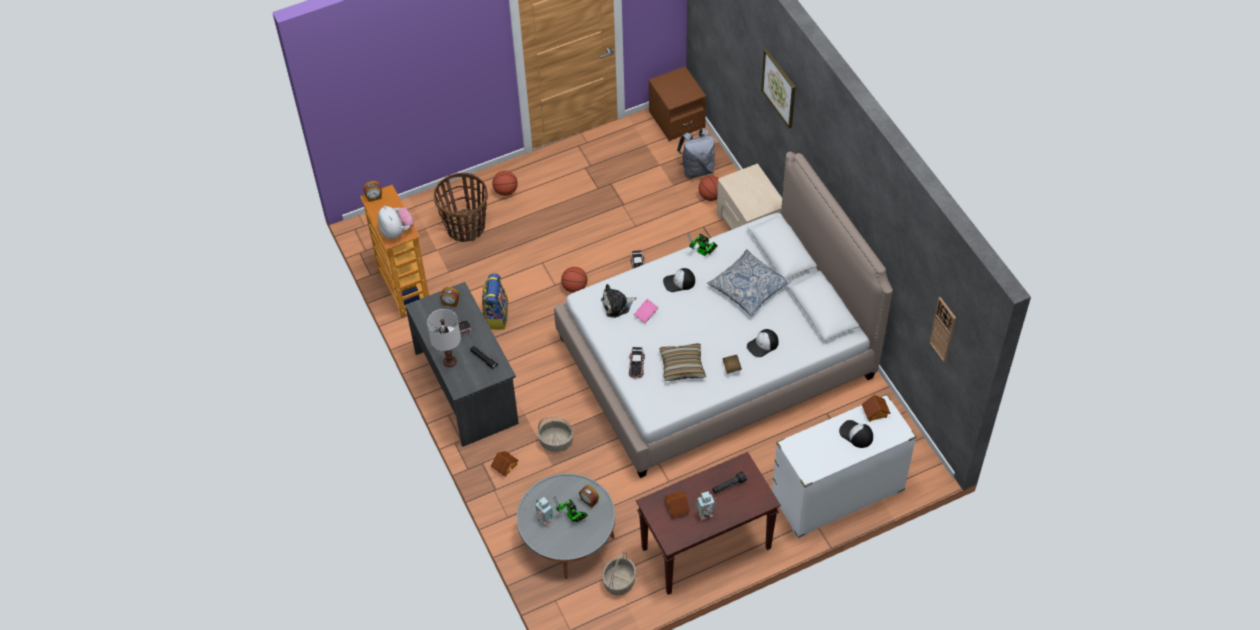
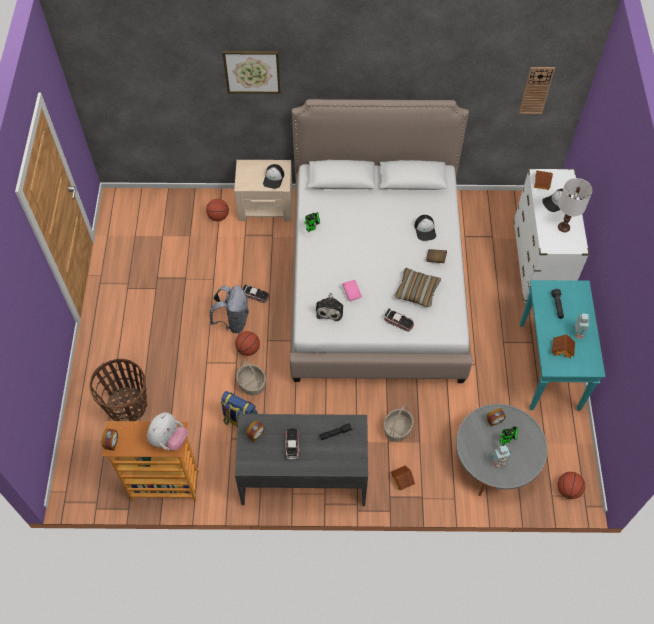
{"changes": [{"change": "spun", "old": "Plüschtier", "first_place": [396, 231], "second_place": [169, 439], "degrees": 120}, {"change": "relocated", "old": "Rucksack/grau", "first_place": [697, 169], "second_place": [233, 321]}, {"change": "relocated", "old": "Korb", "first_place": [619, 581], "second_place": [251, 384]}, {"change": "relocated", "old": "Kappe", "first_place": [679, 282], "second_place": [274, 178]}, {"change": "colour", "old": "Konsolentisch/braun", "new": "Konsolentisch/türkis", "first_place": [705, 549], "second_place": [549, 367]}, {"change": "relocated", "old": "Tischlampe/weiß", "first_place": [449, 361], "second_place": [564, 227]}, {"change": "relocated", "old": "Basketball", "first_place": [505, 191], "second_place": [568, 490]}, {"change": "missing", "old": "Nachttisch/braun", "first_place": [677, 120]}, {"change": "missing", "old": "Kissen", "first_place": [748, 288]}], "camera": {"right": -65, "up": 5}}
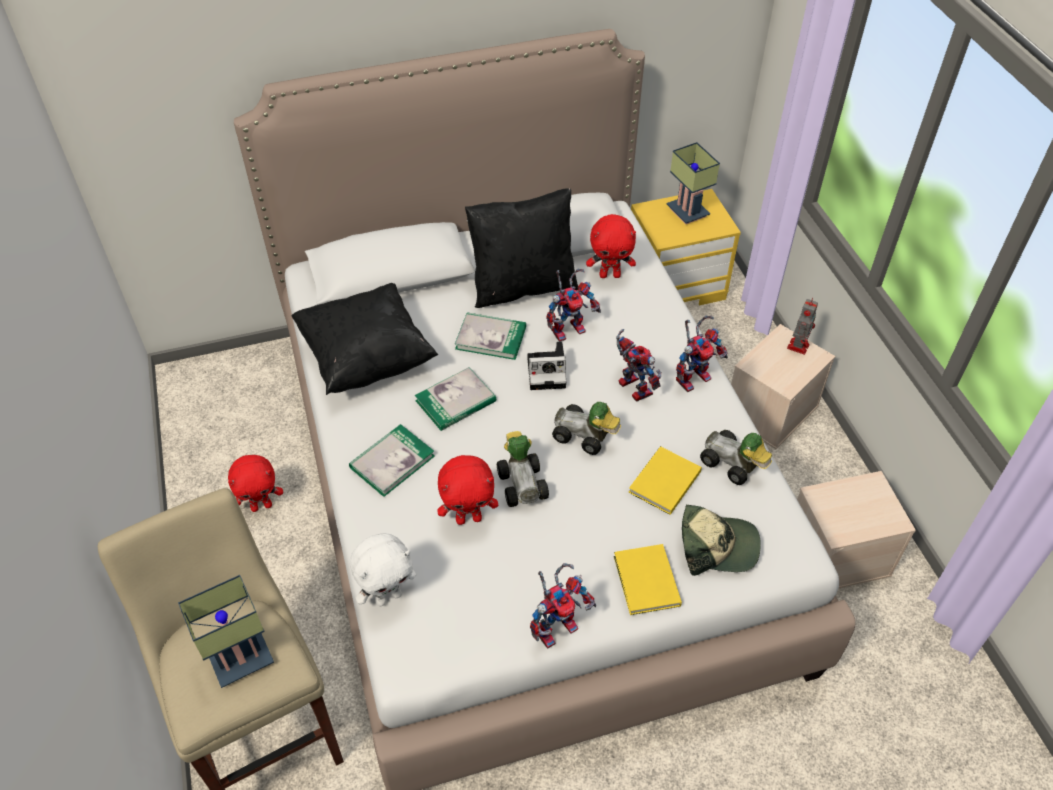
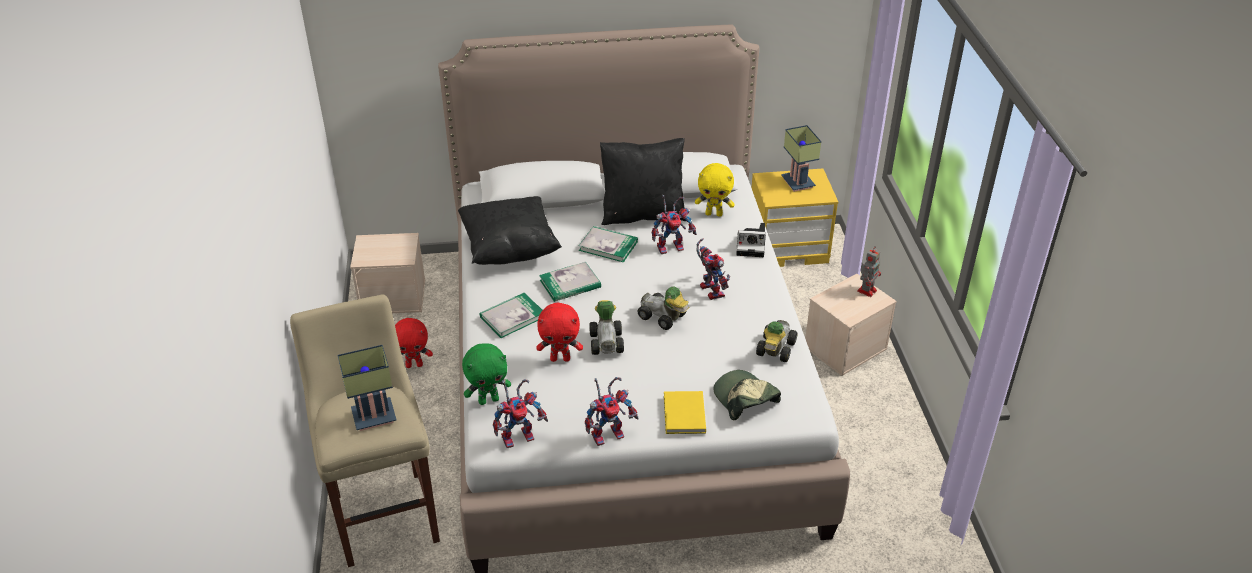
{"changes": [{"change": "relocated", "old": "Aufbewahrungsbox/beige", "first_place": [837, 554], "second_place": [394, 296]}, {"change": "colour", "old": "Plüschtier/weiß", "new": "Plüschtier/grün", "first_place": [388, 596], "second_place": [489, 400]}, {"change": "relocated", "old": "Spielzeugroboter", "first_place": [694, 376], "second_place": [519, 435]}, {"change": "colour", "old": "Plüschtier/rot", "new": "Plüschtier/gelb", "first_place": [610, 275], "second_place": [714, 214]}, {"change": "spun", "old": "Kappe", "first_place": [716, 546], "second_place": [745, 399], "degrees": -135}, {"change": "relocated", "old": "Kamera", "first_place": [548, 371], "second_place": [752, 246]}, {"change": "spun", "old": "Spielzeugauto", "first_place": [733, 465], "second_place": [774, 350], "degrees": 60}, {"change": "missing", "old": "Buch/gelb", "first_place": [663, 483]}], "camera": {"right": 10, "up": -10}}
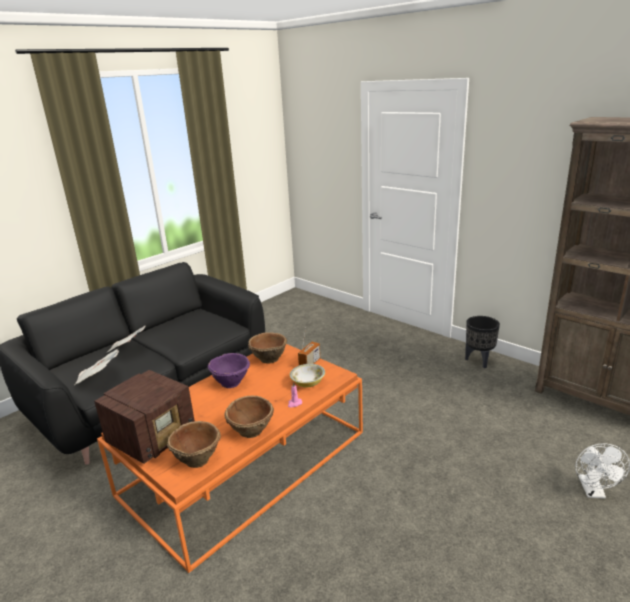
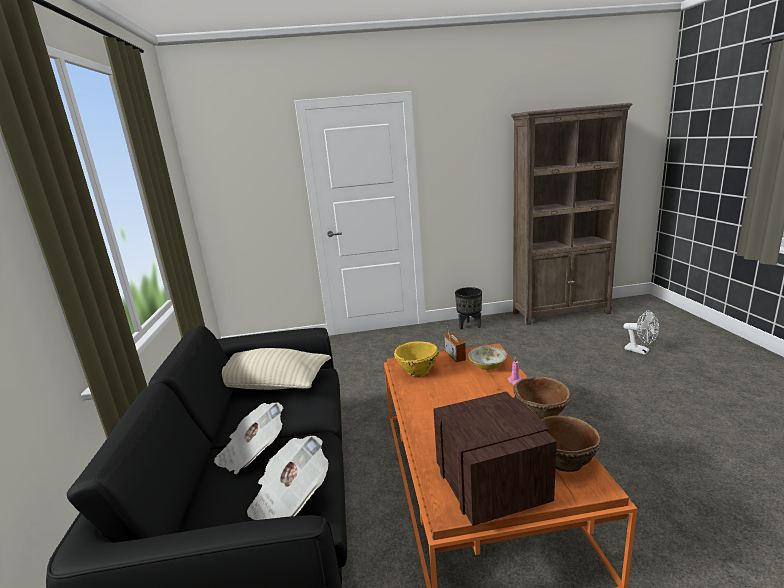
{"changes": [{"change": "appeared", "new": "Kissen/beige", "second_place": [271, 384]}, {"change": "colour", "old": "Schüssel/braun", "new": "Schüssel/gelb", "first_place": [268, 359], "second_place": [417, 372]}, {"change": "missing", "old": "Schüssel/lila", "first_place": [231, 382]}], "camera": {"right": -50, "up": -5}}
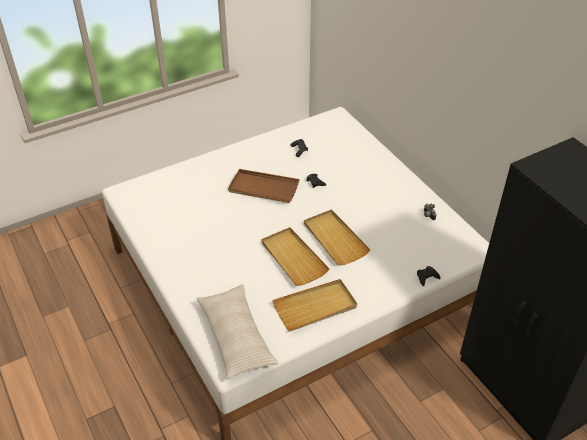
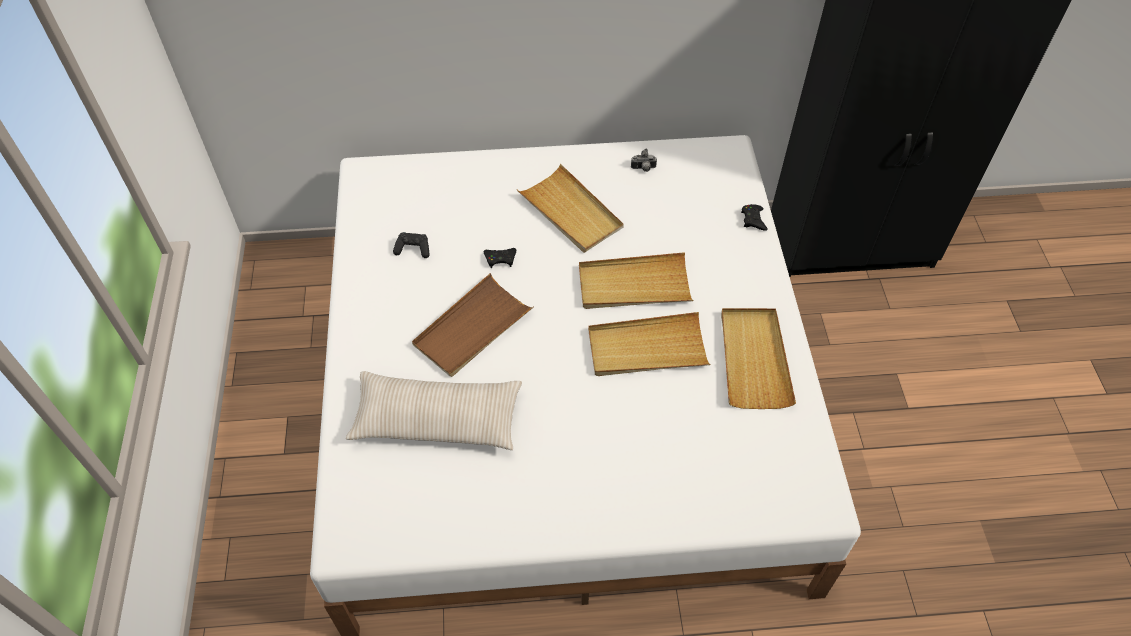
{"changes": [{"change": "relocated", "old": "Kissen/beige", "first_place": [236, 337], "second_place": [437, 419]}, {"change": "appeared", "new": "Tablett/beige", "second_place": [571, 212]}], "camera": {"right": -65, "up": 10}}
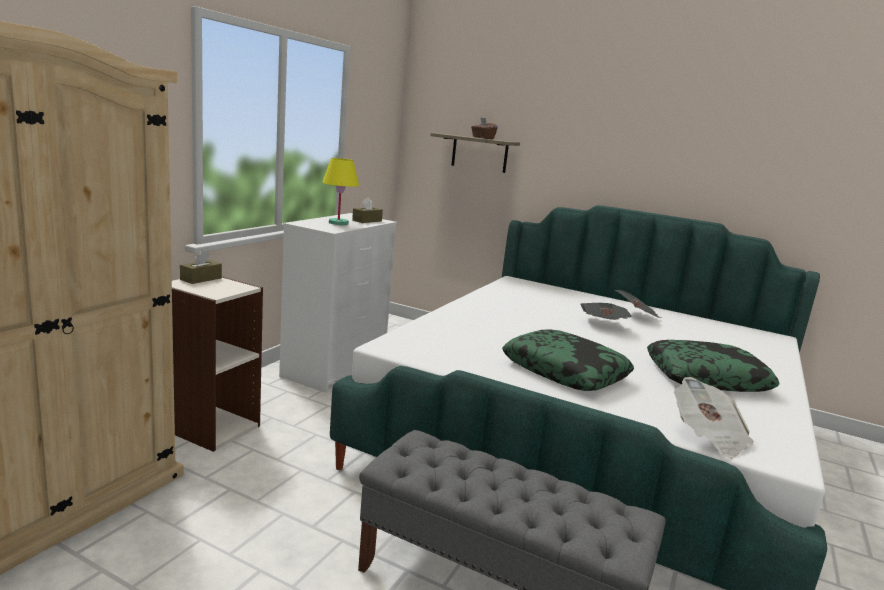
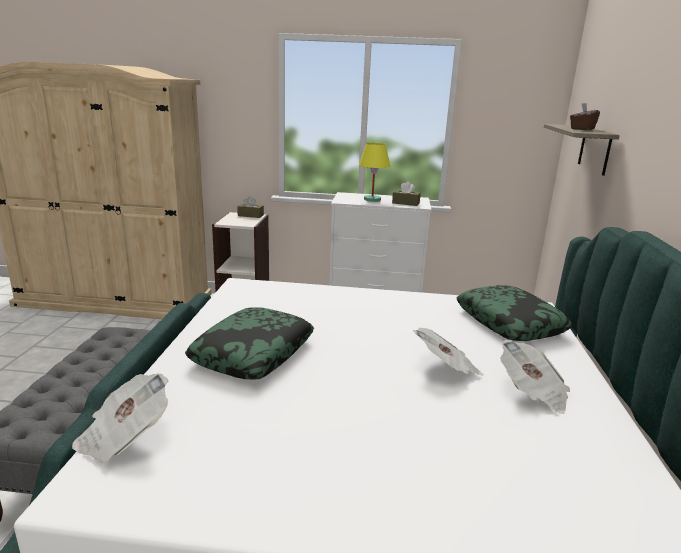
{"changes": [{"change": "relocated", "old": "Kissen", "first_place": [706, 377], "second_place": [510, 322]}], "camera": {"right": 70, "up": 5}}
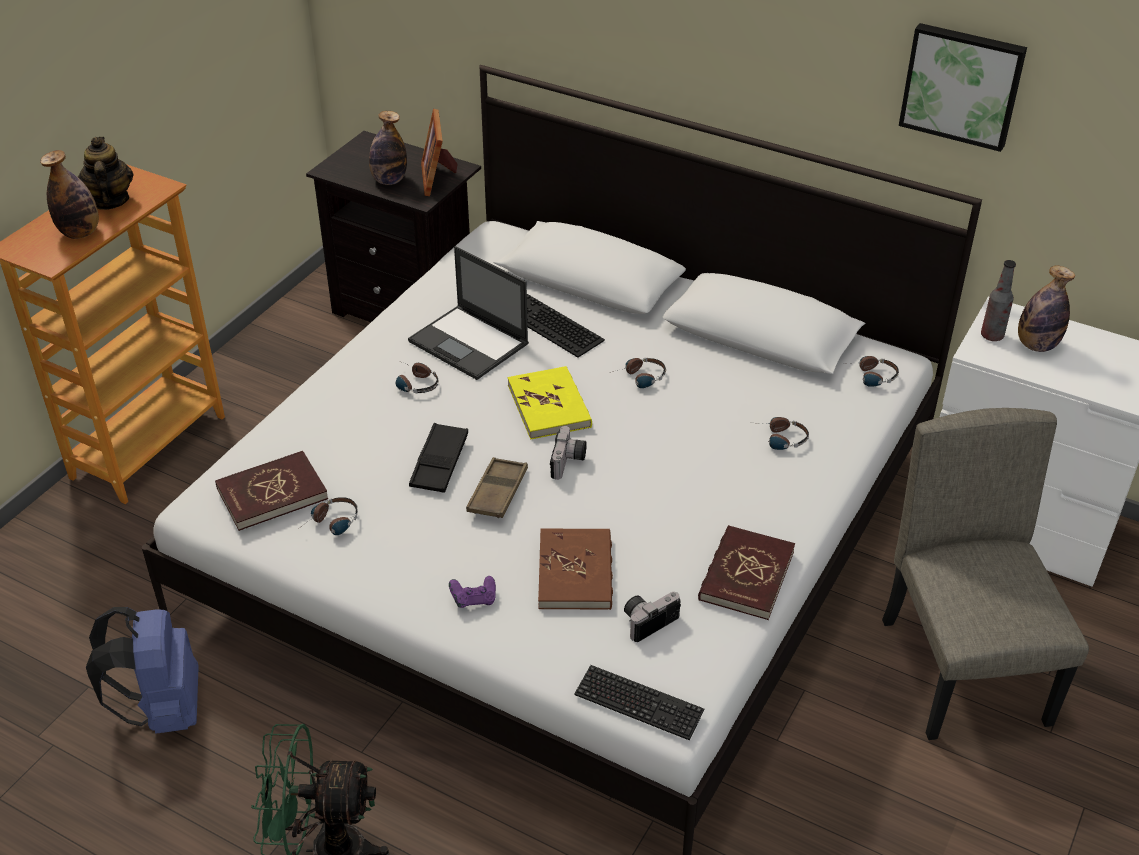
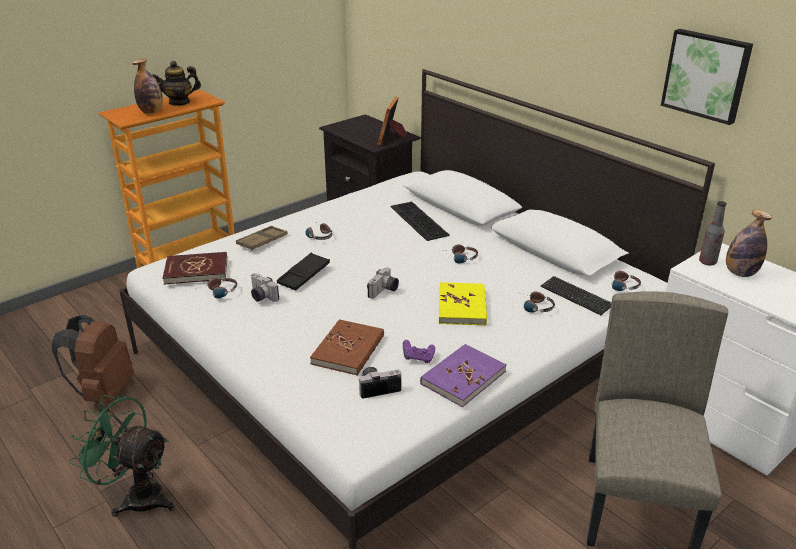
{"changes": [{"change": "colour", "old": "Rucksack/blau", "new": "Rucksack/braun", "first_place": [163, 709], "second_place": [103, 392]}, {"change": "spun", "old": "Teekanne", "first_place": [110, 201], "second_place": [179, 102], "degrees": -120}, {"change": "relocated", "old": "Tablett/braun", "first_place": [497, 492], "second_place": [262, 241]}, {"change": "appeared", "new": "Kamera", "second_place": [261, 296]}, {"change": "relocated", "old": "Gamepad/lila", "first_place": [474, 600], "second_place": [418, 358]}, {"change": "colour", "old": "Buch/rot", "new": "Buch/lila", "first_place": [746, 575], "second_place": [463, 377]}, {"change": "relocated", "old": "Buch/gelb", "first_place": [549, 406], "second_place": [462, 306]}, {"change": "relocated", "old": "Tastatur", "first_place": [638, 704], "second_place": [576, 296]}, {"change": "missing", "old": "Flasche", "first_place": [389, 180]}, {"change": "missing", "old": "Laptop", "first_place": [470, 343]}], "camera": {"right": 20, "up": -10}}
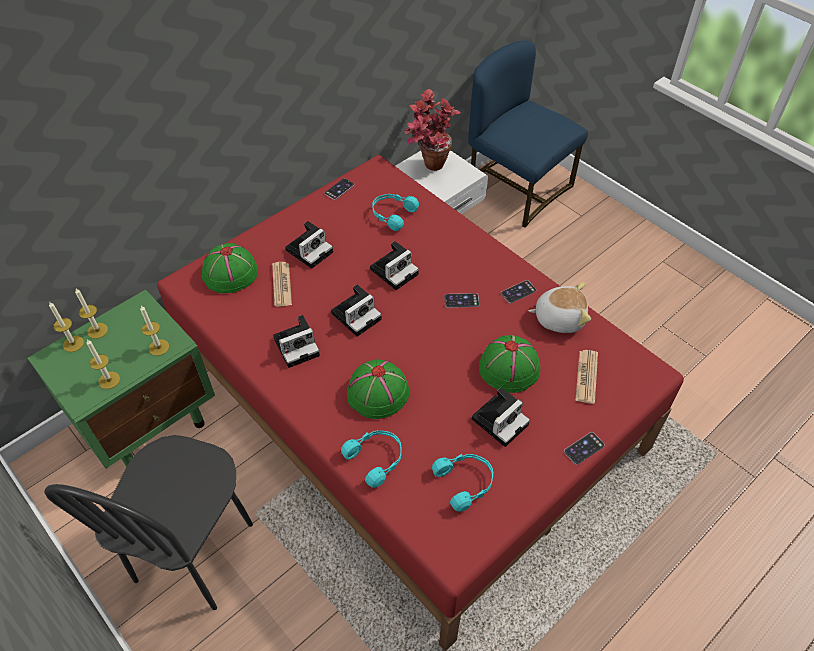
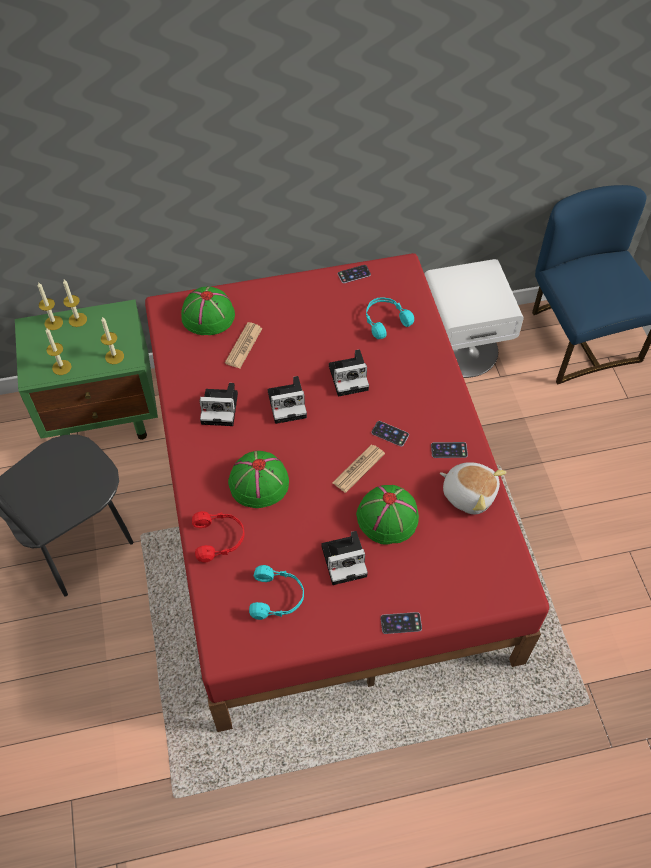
{"changes": [{"change": "colour", "old": "Kopfhörer/türkis", "new": "Kopfhörer/rot", "first_place": [376, 458], "second_place": [219, 538]}, {"change": "relocated", "old": "Zeitung", "first_place": [586, 377], "second_place": [358, 468]}, {"change": "missing", "old": "Kamera", "first_place": [310, 250]}, {"change": "missing", "old": "Topfpflanze", "first_place": [428, 168]}], "camera": {"right": 30, "up": 5}}
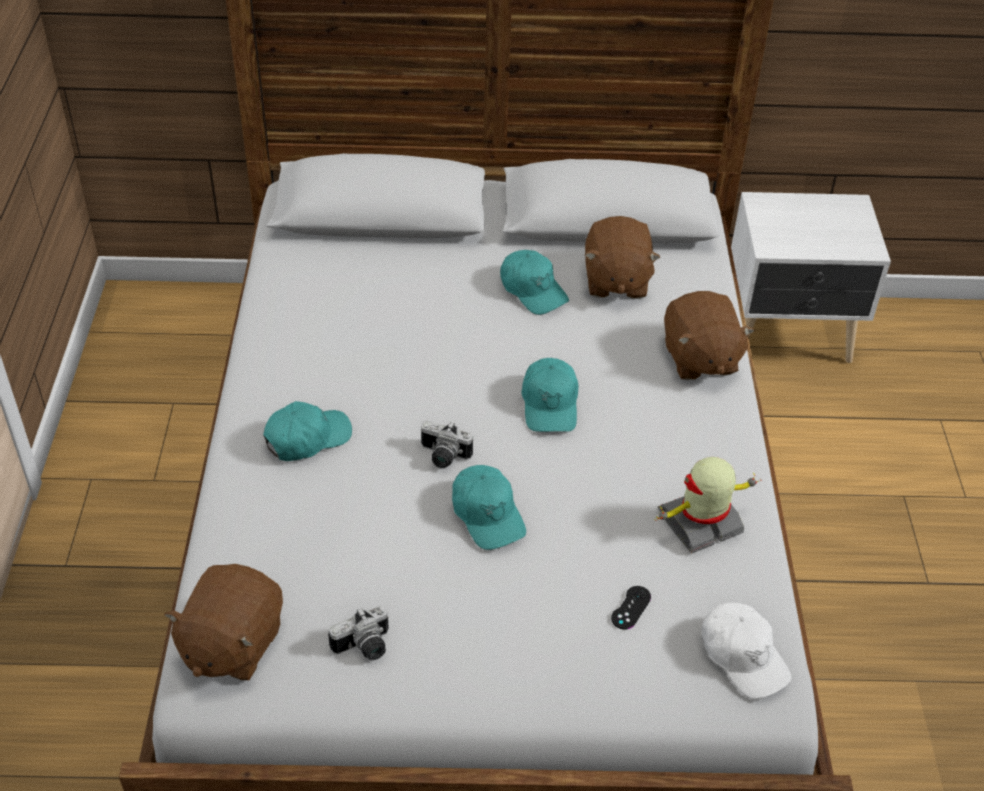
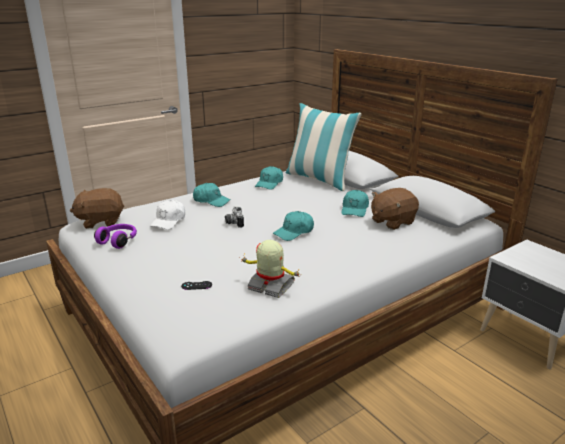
{"changes": [{"change": "exchanged", "old": "Kamera", "new": "Kopfhörer/lila", "first_place": [364, 648], "second_place": [118, 241]}, {"change": "relocated", "old": "Kappe/weiß", "first_place": [743, 656], "second_place": [169, 221]}, {"change": "relocated", "old": "Kappe/türkis", "first_place": [487, 514], "second_place": [269, 183]}, {"change": "appeared", "new": "Kissen", "second_place": [319, 179]}, {"change": "missing", "old": "Plüschtier/braun", "first_place": [699, 359]}], "camera": {"right": 55, "up": -20}}
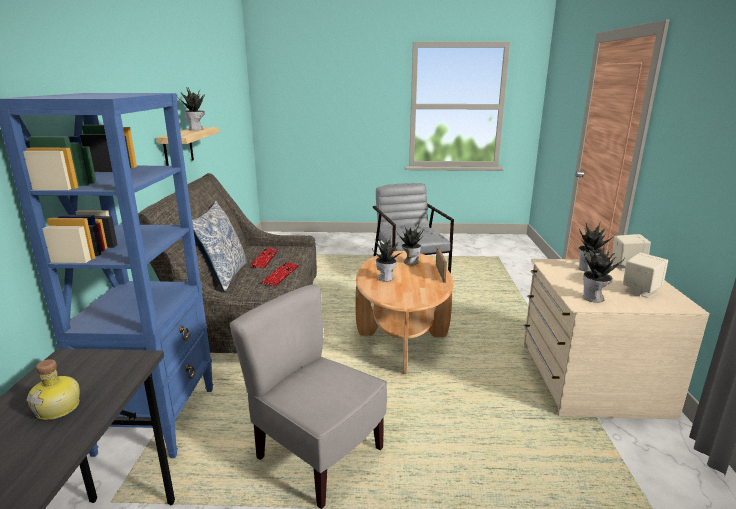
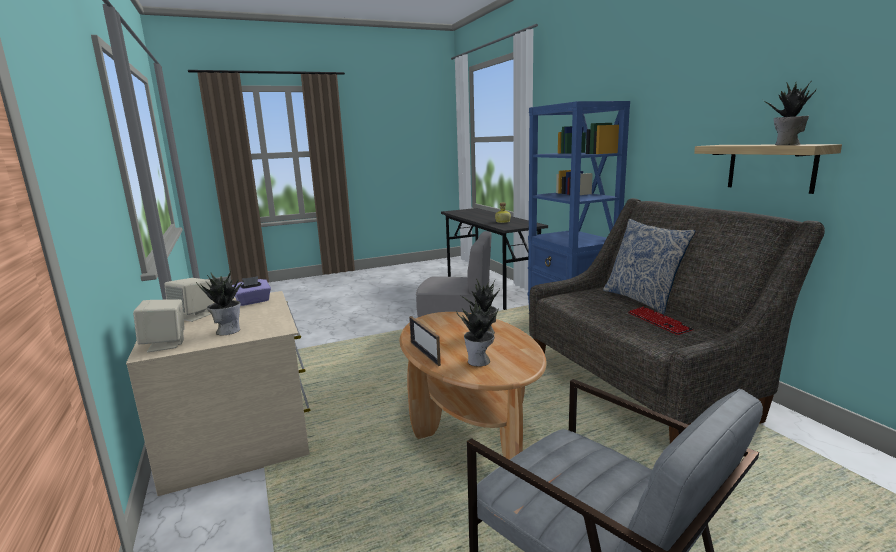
{"changes": [{"change": "exchanged", "old": "Topfpflanze", "new": "Taschentuchbox/lila", "first_place": [593, 298], "second_place": [253, 301]}, {"change": "missing", "old": "Tastatur", "first_place": [280, 275]}], "camera": {"right": 155, "up": -5}}
